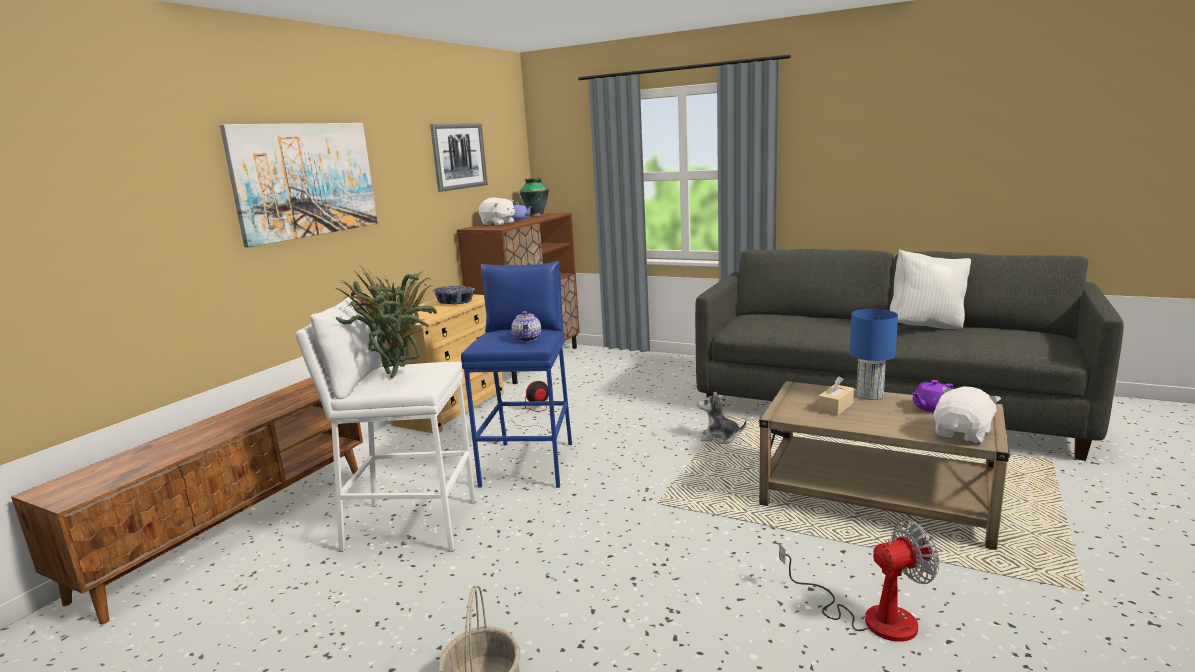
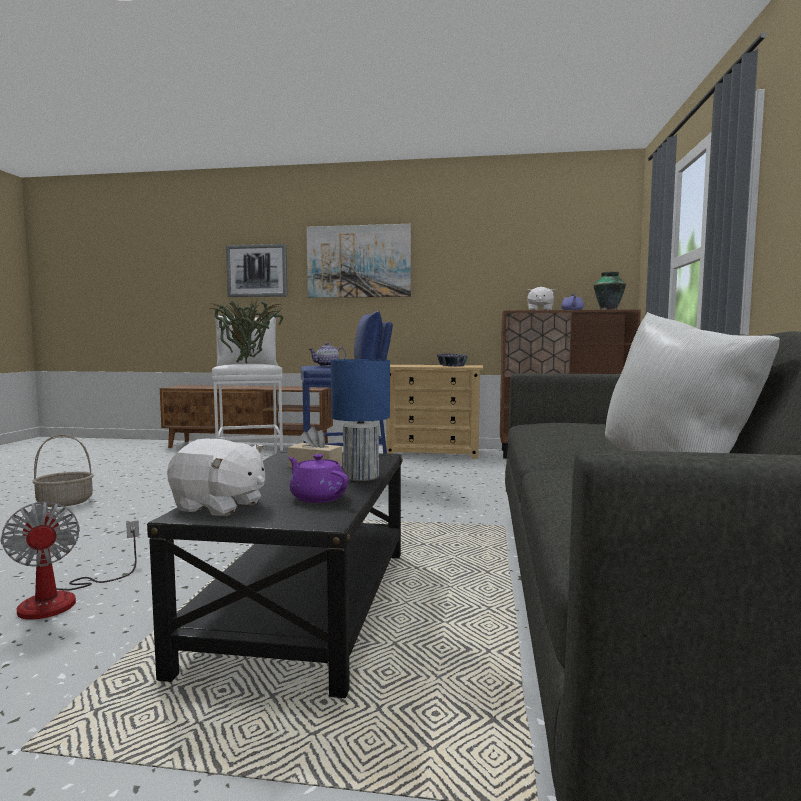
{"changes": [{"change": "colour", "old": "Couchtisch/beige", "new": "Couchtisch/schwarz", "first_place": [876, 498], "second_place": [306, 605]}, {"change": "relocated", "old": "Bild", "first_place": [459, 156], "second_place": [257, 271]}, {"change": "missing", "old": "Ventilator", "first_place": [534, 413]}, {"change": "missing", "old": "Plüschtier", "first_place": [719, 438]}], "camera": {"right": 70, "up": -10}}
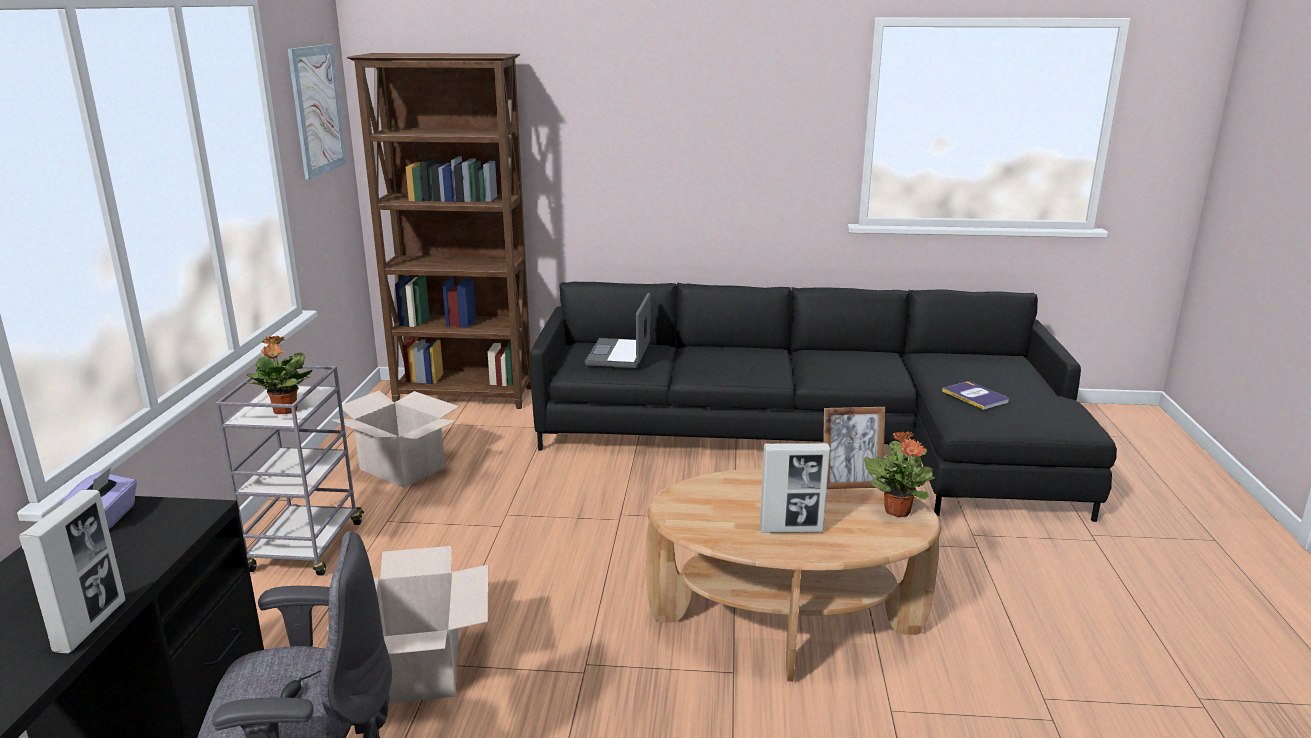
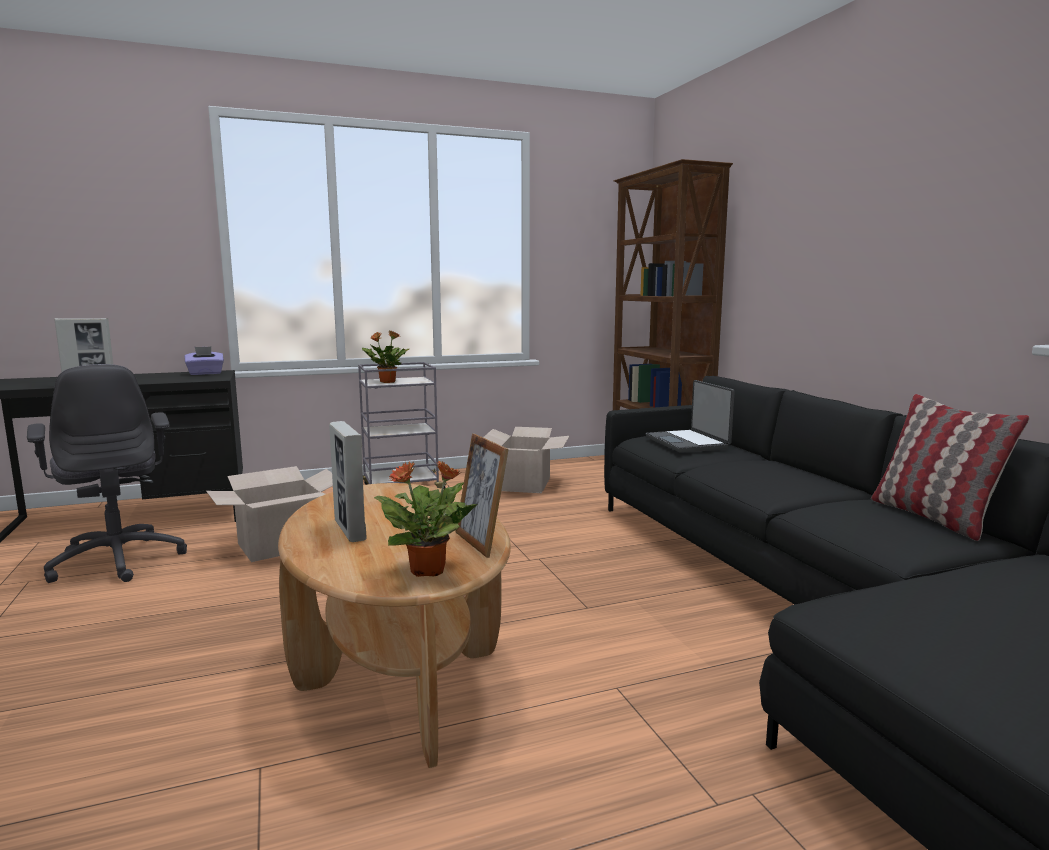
{"changes": [{"change": "spun", "old": "Laptop", "first_place": [620, 355], "second_place": [688, 443], "degrees": -90}, {"change": "appeared", "new": "Kissen", "second_place": [933, 517]}, {"change": "missing", "old": "Bild", "first_place": [317, 110]}, {"change": "missing", "old": "Buch", "first_place": [976, 396]}], "camera": {"right": 65, "up": -10}}
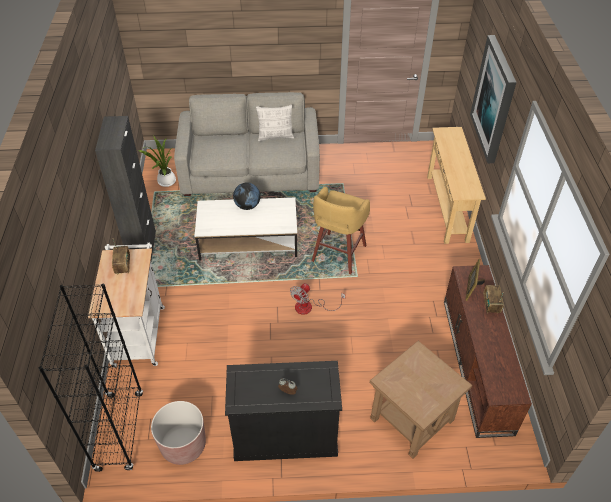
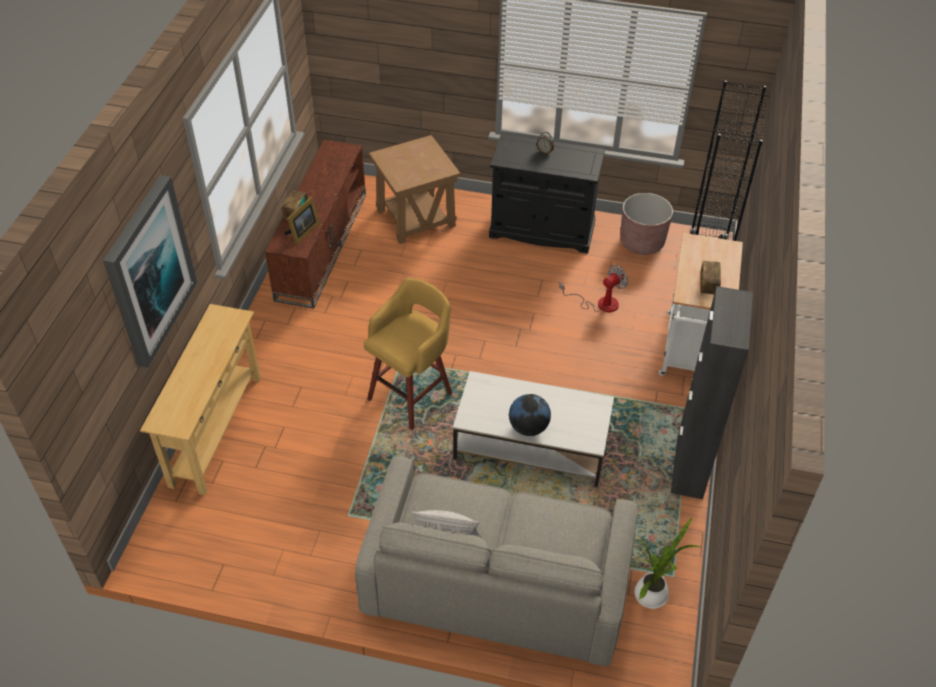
{"changes": [{"change": "relocated", "old": "Ventilator", "first_place": [310, 307], "second_place": [600, 303]}], "camera": {"right": -165, "up": 0}}
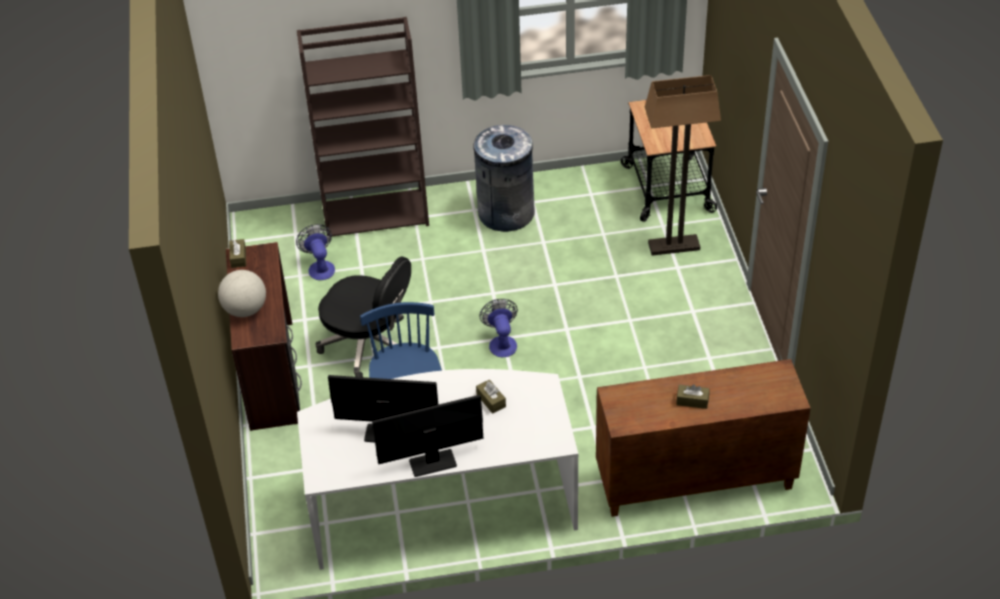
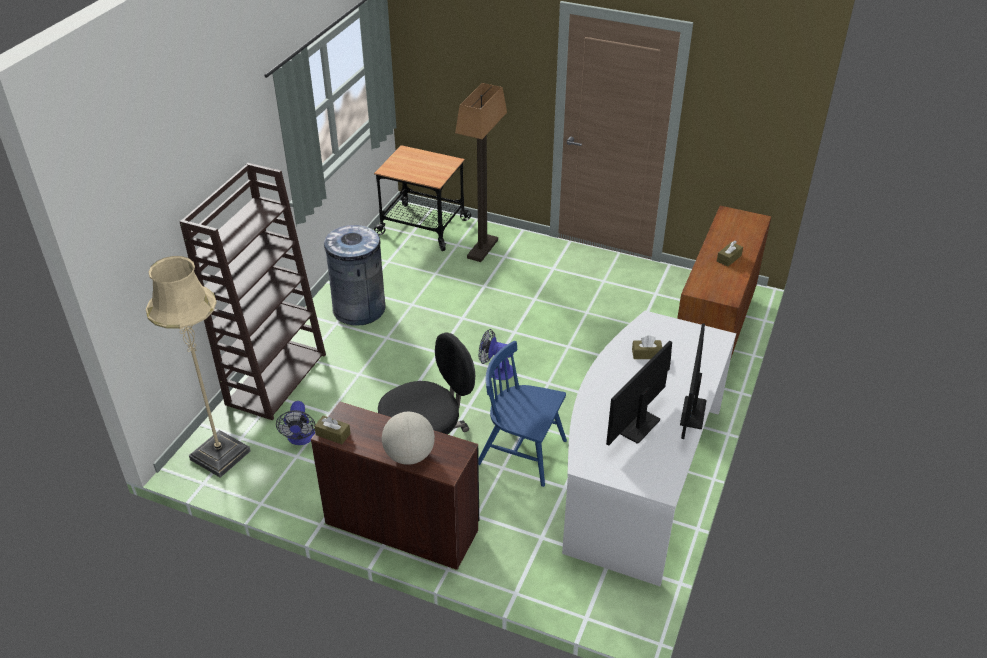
{"changes": [{"change": "appeared", "new": "Stehlampe/beige", "second_place": [220, 455]}, {"change": "spun", "old": "Ventilator", "first_place": [320, 267], "second_place": [300, 439], "degrees": -105}], "camera": {"right": -60, "up": -5}}
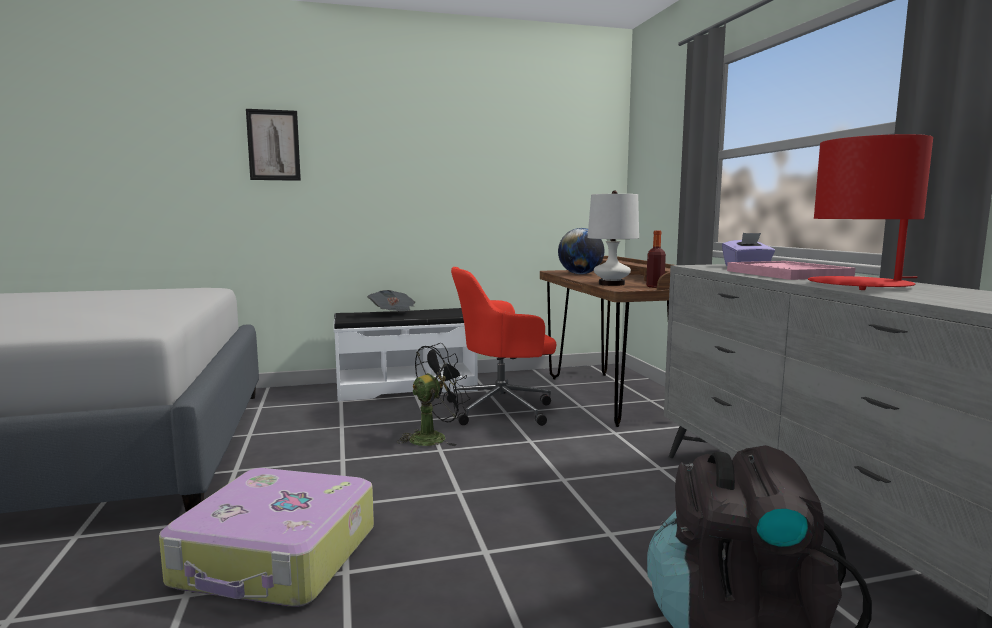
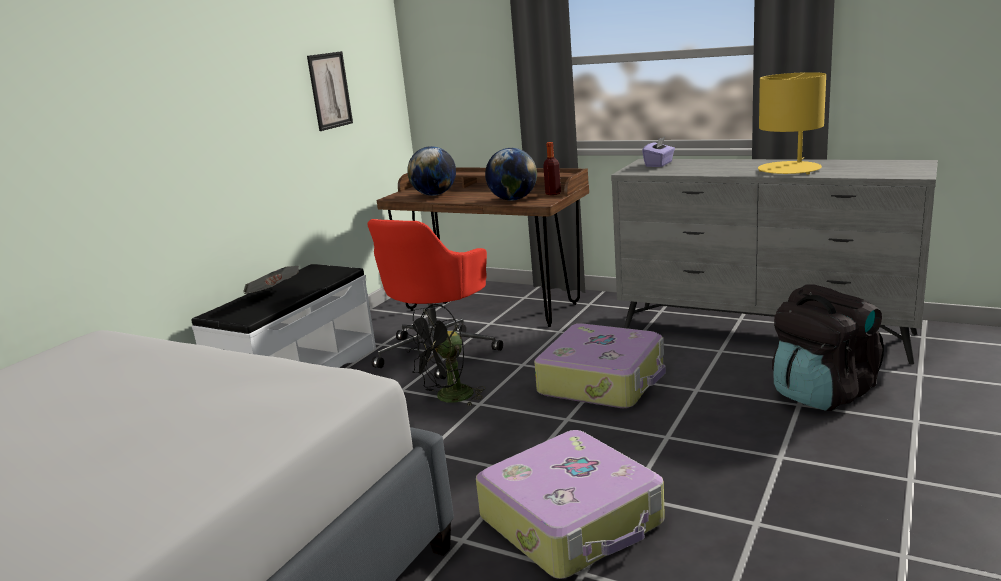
{"changes": [{"change": "relocated", "old": "Bild", "first_place": [273, 145], "second_place": [330, 90]}, {"change": "spun", "old": "Ventilator/schwarz", "first_place": [434, 437], "second_place": [448, 398], "degrees": -135}, {"change": "exchanged", "old": "Tischlampe/weiß", "new": "Globus", "first_place": [611, 284], "second_place": [513, 199]}, {"change": "appeared", "new": "Koffer", "second_place": [603, 381]}, {"change": "colour", "old": "Tischlampe/rot", "new": "Tischlampe/gelb", "first_place": [860, 285], "second_place": [789, 169]}, {"change": "missing", "old": "Tablett/rosa", "first_place": [787, 274]}], "camera": {"right": -45, "up": 10}}
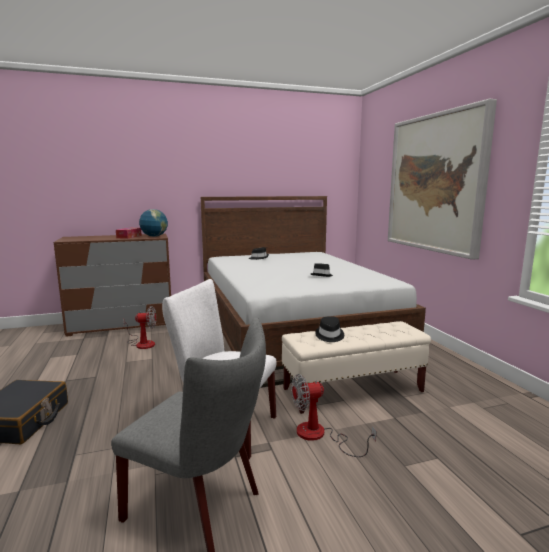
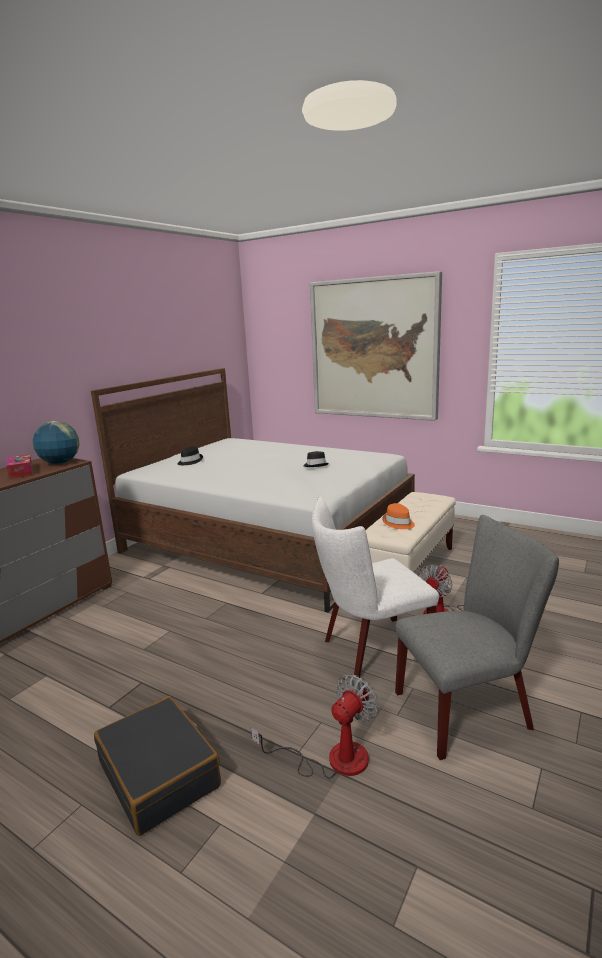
{"changes": [{"change": "relocated", "old": "Ventilator", "first_place": [142, 343], "second_place": [333, 759]}, {"change": "colour", "old": "Hut/schwarz", "new": "Hut/orange", "first_place": [329, 335], "second_place": [398, 523]}], "camera": {"right": -40, "up": 5}}
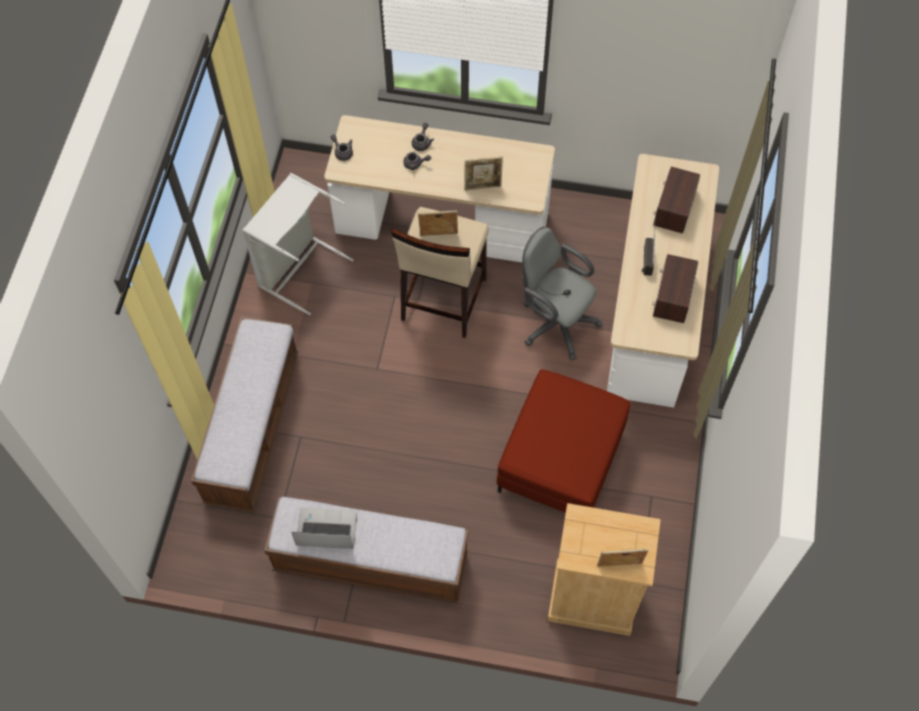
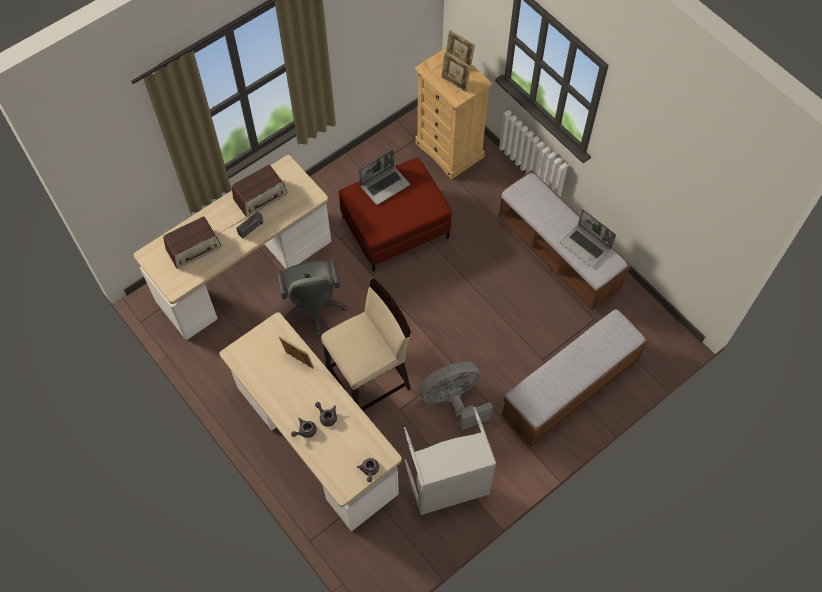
{"changes": [{"change": "appeared", "new": "Laptop", "second_place": [385, 185]}, {"change": "appeared", "new": "Ventilator/grau", "second_place": [453, 401]}, {"change": "relocated", "old": "Bilderrahmen", "first_place": [438, 235], "second_place": [455, 84]}], "camera": {"right": -140, "up": 0}}
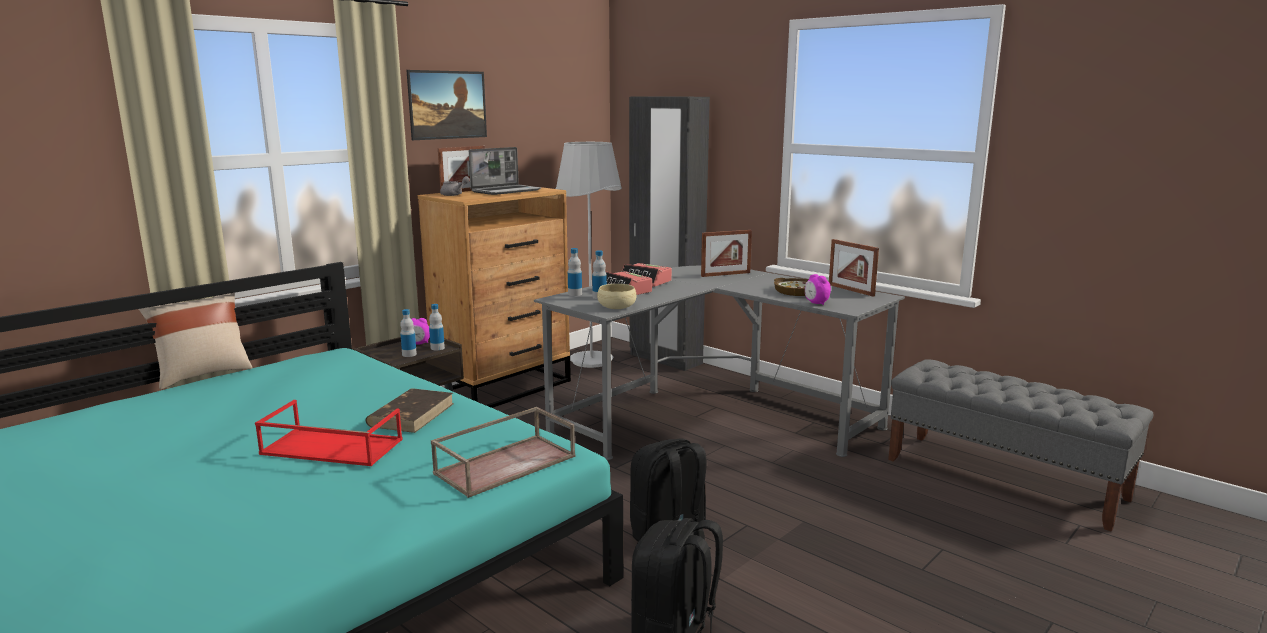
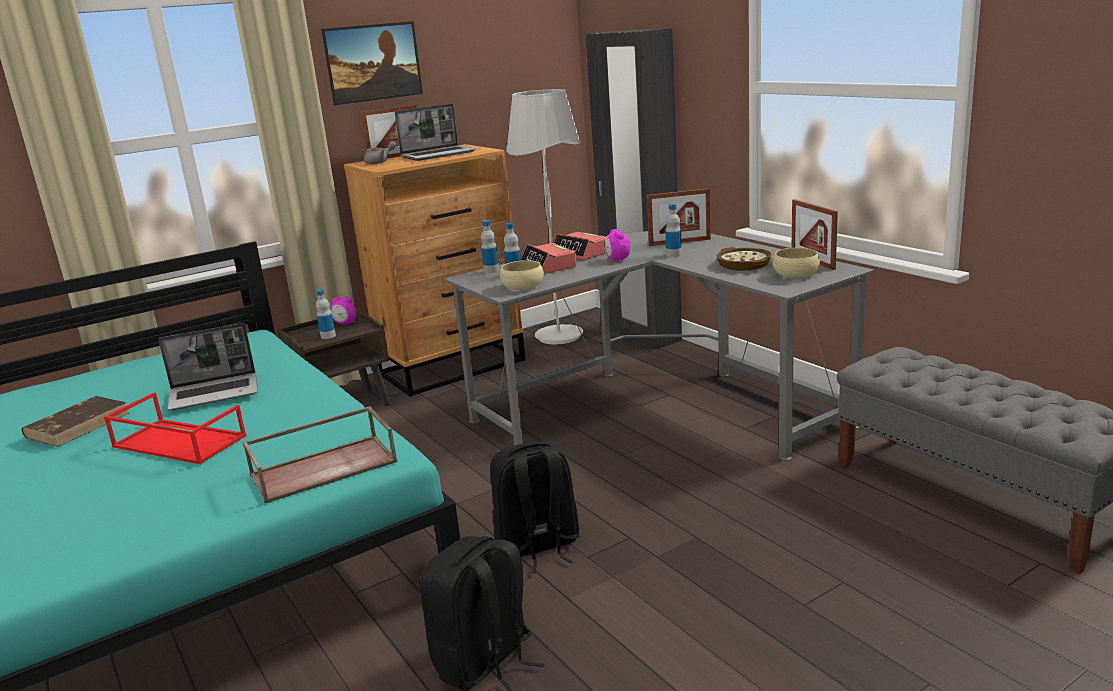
{"changes": [{"change": "relocated", "old": "Buch/braun", "first_place": [412, 414], "second_place": [78, 425]}, {"change": "appeared", "new": "Laptop", "second_place": [215, 393]}, {"change": "relocated", "old": "Wecker", "first_place": [816, 303], "second_place": [617, 260]}, {"change": "relocated", "old": "Flasche", "first_place": [437, 348], "second_place": [674, 254]}, {"change": "appeared", "new": "Schüssel/beige", "second_place": [795, 275]}, {"change": "missing", "old": "Kissen/beige", "first_place": [202, 375]}], "camera": {"right": 15, "up": 5}}
